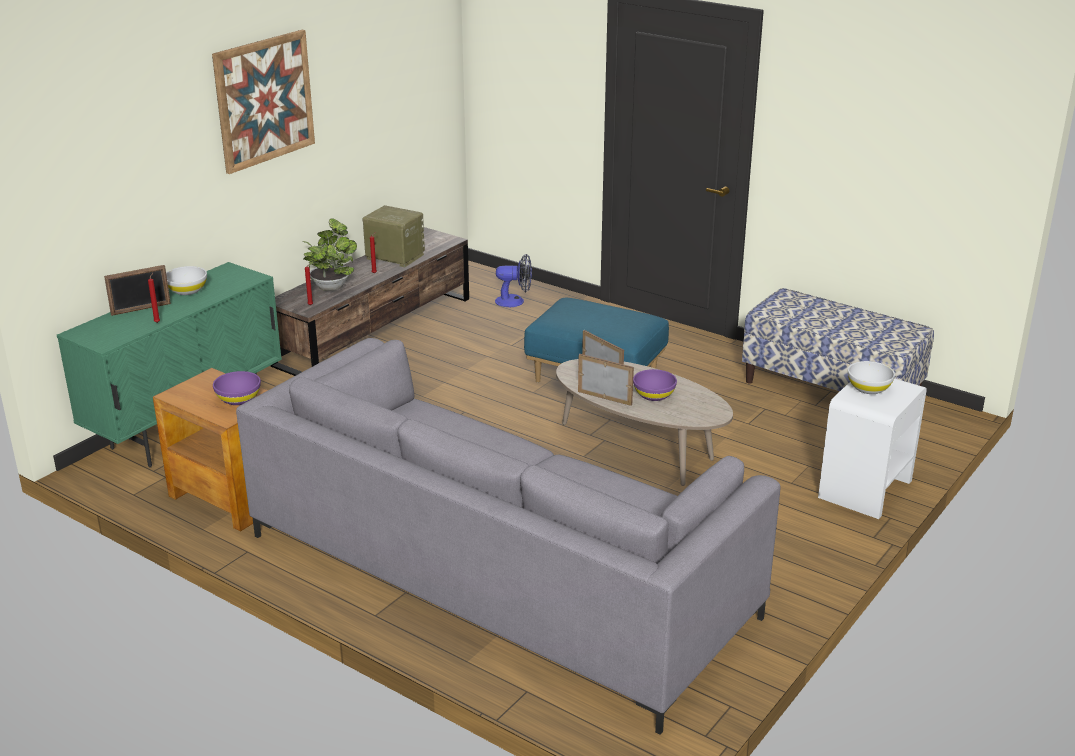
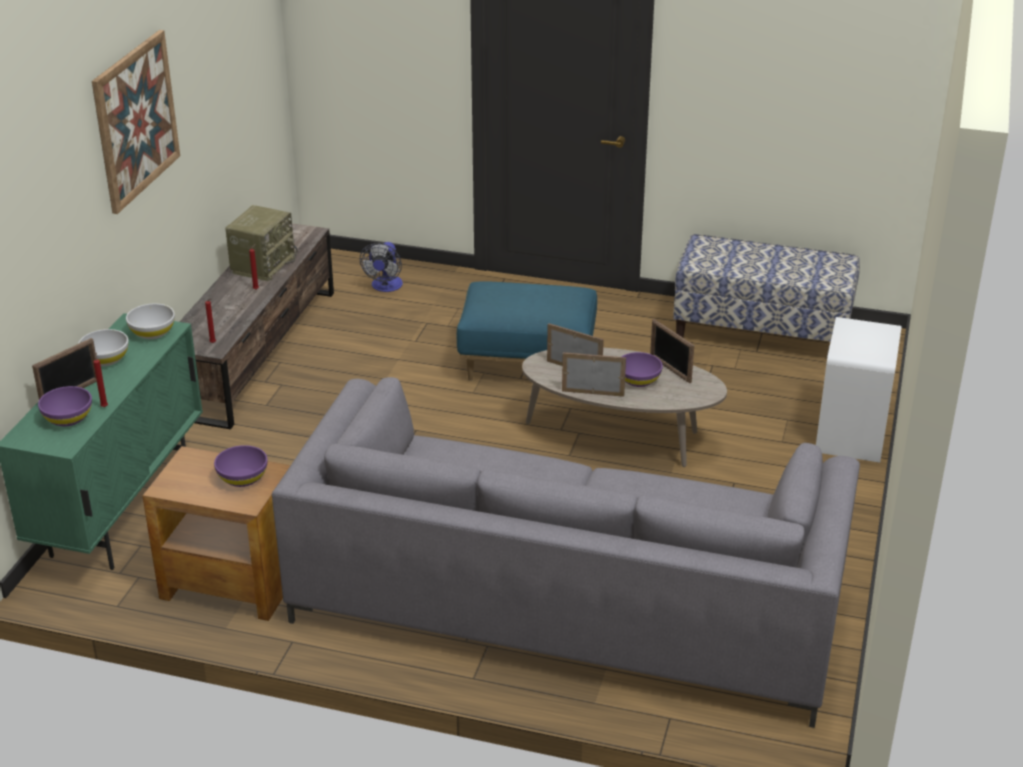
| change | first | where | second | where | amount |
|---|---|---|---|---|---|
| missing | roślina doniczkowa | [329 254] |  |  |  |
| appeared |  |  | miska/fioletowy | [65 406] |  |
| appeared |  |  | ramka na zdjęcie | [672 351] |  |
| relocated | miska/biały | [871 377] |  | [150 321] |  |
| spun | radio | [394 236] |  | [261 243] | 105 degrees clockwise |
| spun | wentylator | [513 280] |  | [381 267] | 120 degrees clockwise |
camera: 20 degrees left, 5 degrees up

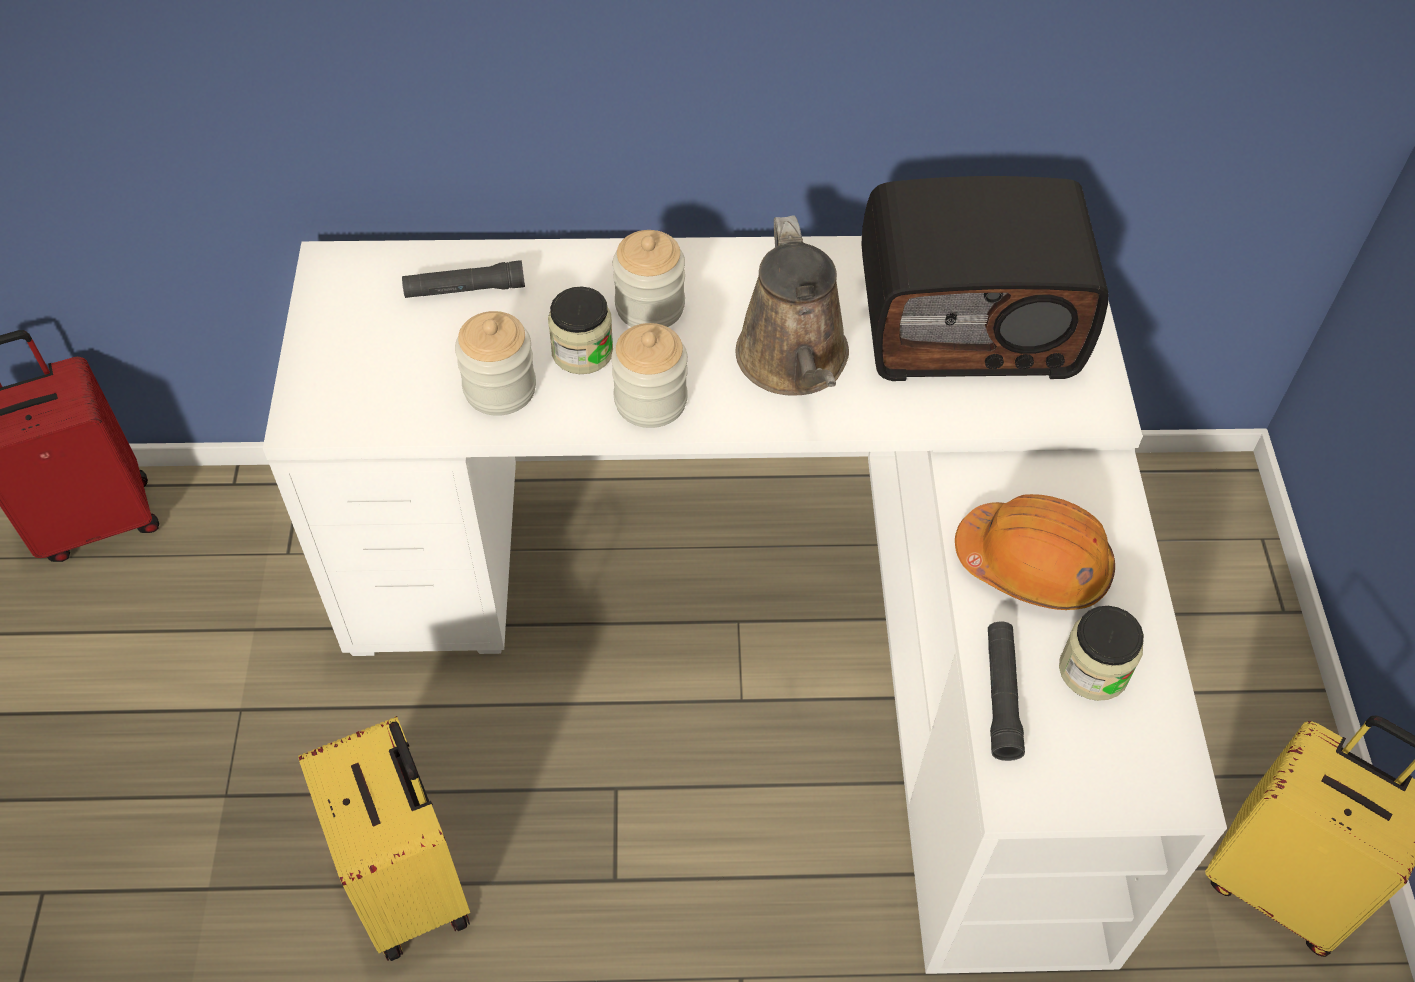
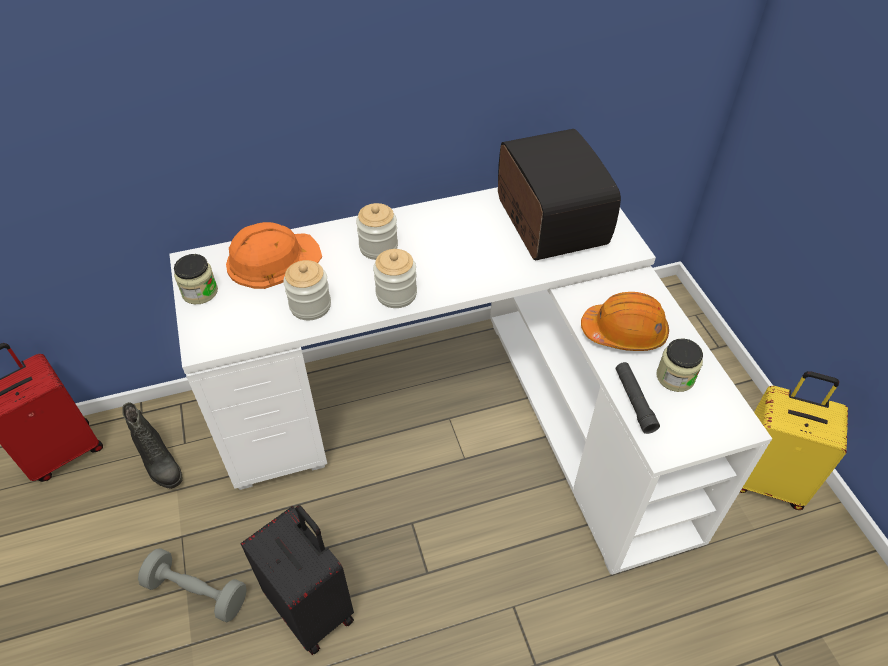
| change | first | where | second | where | amount |
|---|---|---|---|---|---|
| missing | konewka/brązowy | [792 305] |  |  |  |
| appeared |  |  | but z cholewką/czarny | [152 445] |  |
| appeared |  |  | hantel/szary | [192 585] |  |
| relocated | słoik | [580 330] |  | [196 279] |  |
| exchanged | latarka/czarny | [463 279] | kask/pomarańczowy | [274 255] |  |
| colour | walizka/żółty | [384 838] | walizka/czarny | [297 580] |  |
| spun | radio | [985 278] |  | [559 195] | 90 degrees counterclockwise |
camera: 15 degrees left, 5 degrees down

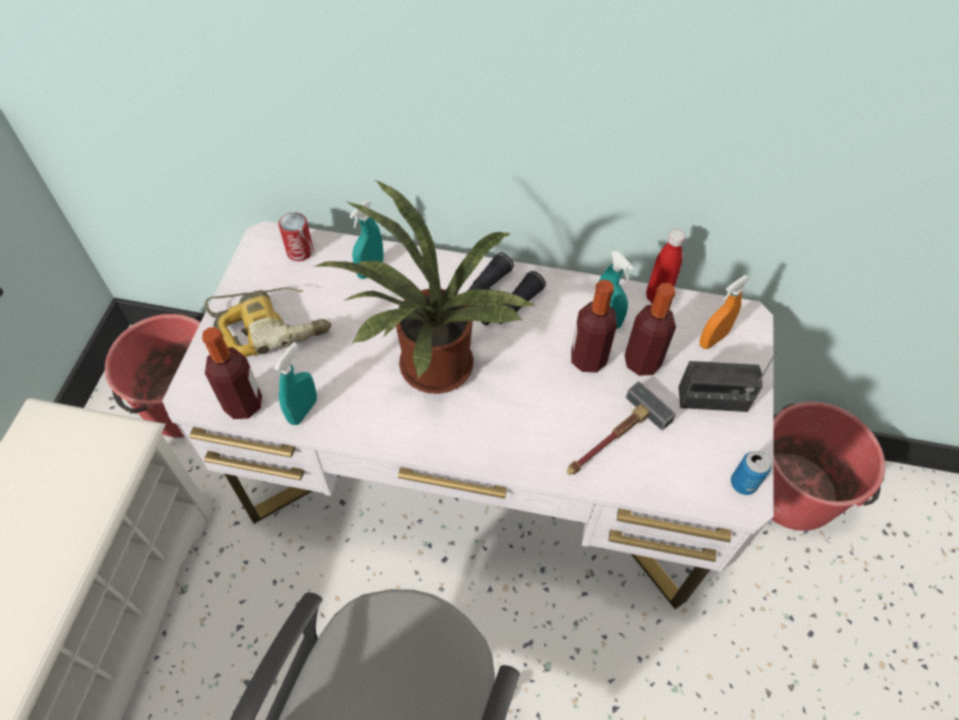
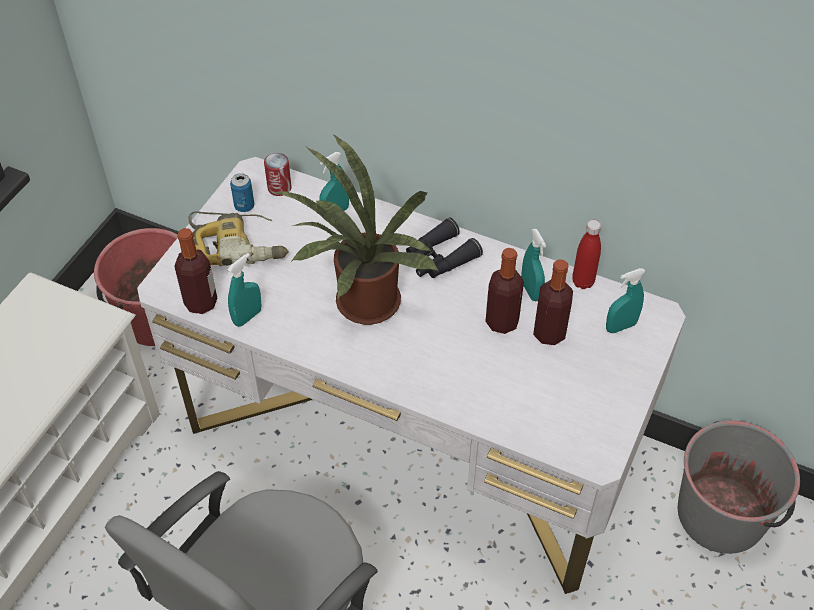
| change | first | where | second | where | amount |
|---|---|---|---|---|---|
| missing | młotek | [621 428] |  |  |  |
| missing | radio | [727 381] |  |  |  |
| relocated | puszka | [751 473] |  | [242 192] |  |
| colour | spryskiwacz/pomarańczowy | [724 312] | spryskiwacz/turkusowy | [626 300] |  |
| colour | wiadro/czerwony | [828 466] | wiadro/szary | [739 487] |  |
camera: 15 degrees right, 5 degrees down

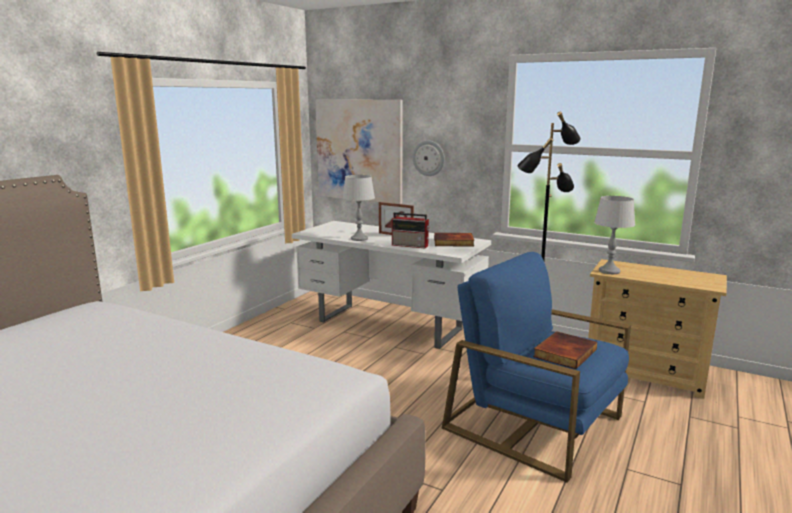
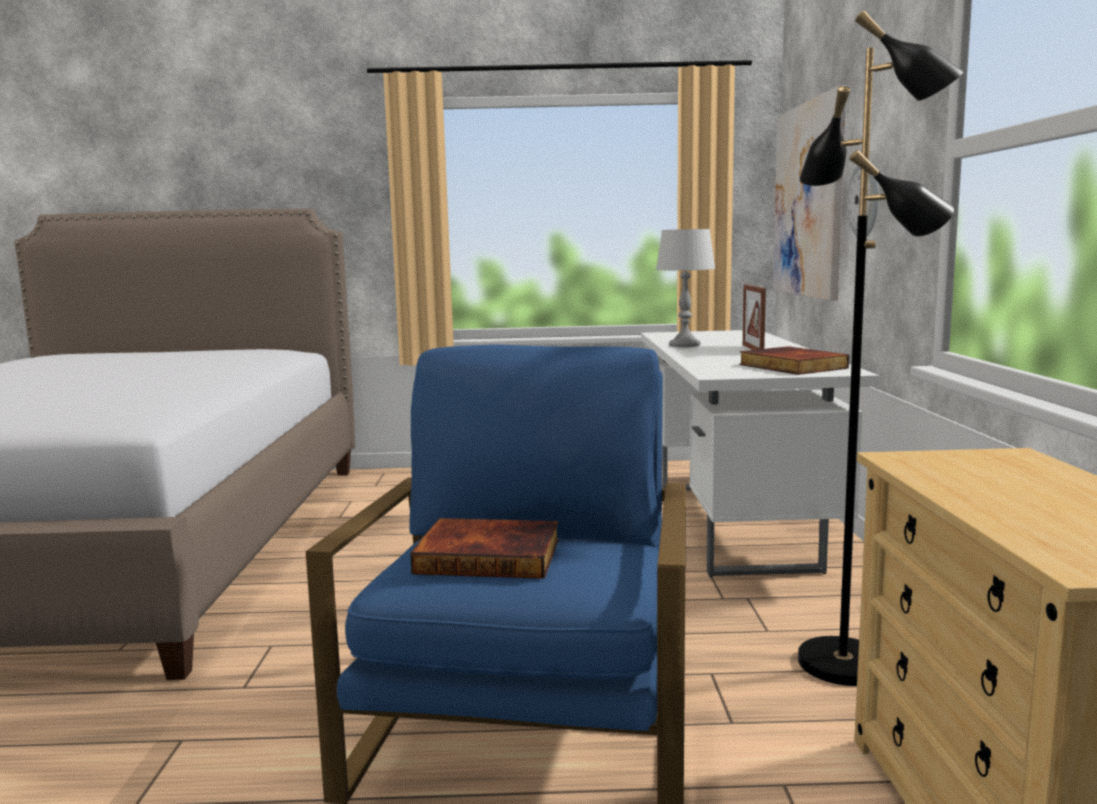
| change | first | where | second | where | amount |
|---|---|---|---|---|---|
| missing | radio | [411 230] |  |  |  |
| missing | lampa stołowa/szary | [614 235] |  |  |  |
camera: 60 degrees right, 5 degrees down

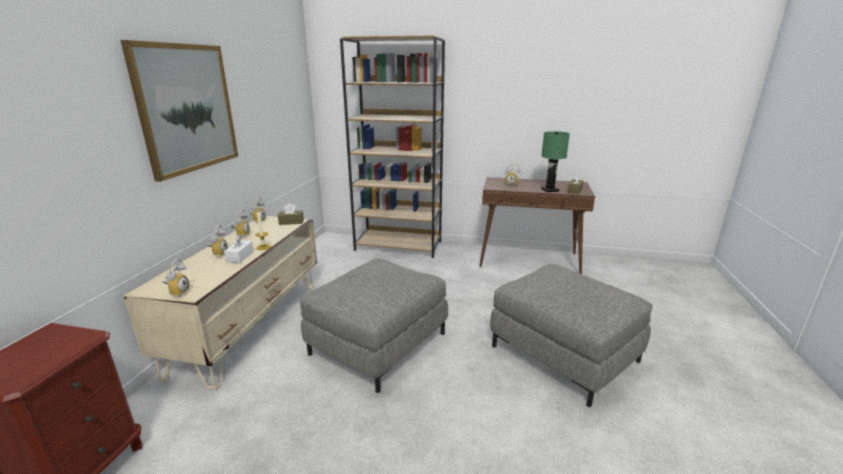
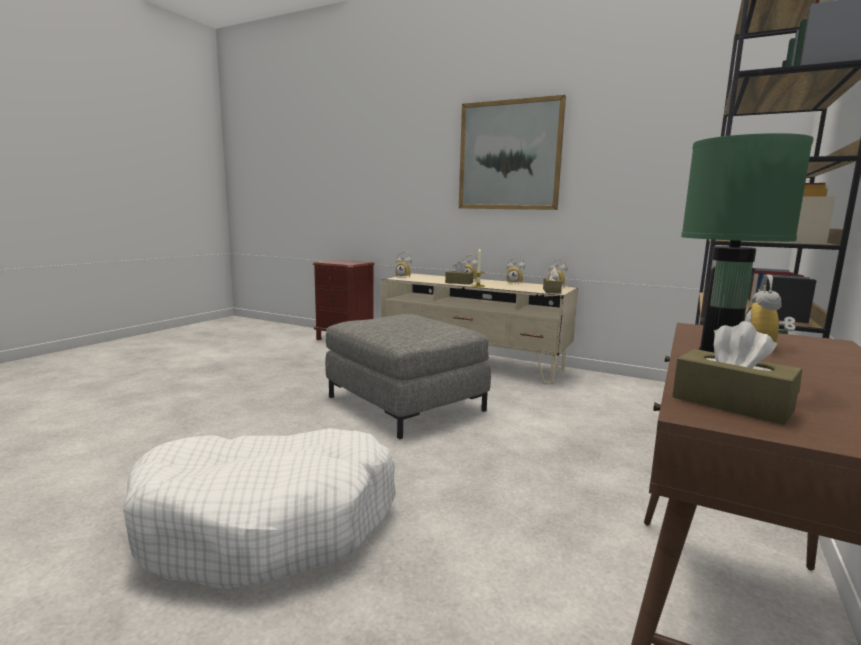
| change | first | where | second | where | amount |
|---|---|---|---|---|---|
| exchanged | pufa/szary | [571 335] | legowisko/biały | [259 509] |  |
| colour | pudełko chusteczek/biały | [239 249] | pudełko chusteczek/brązowy | [459 273] |  |
camera: 105 degrees right, 10 degrees down

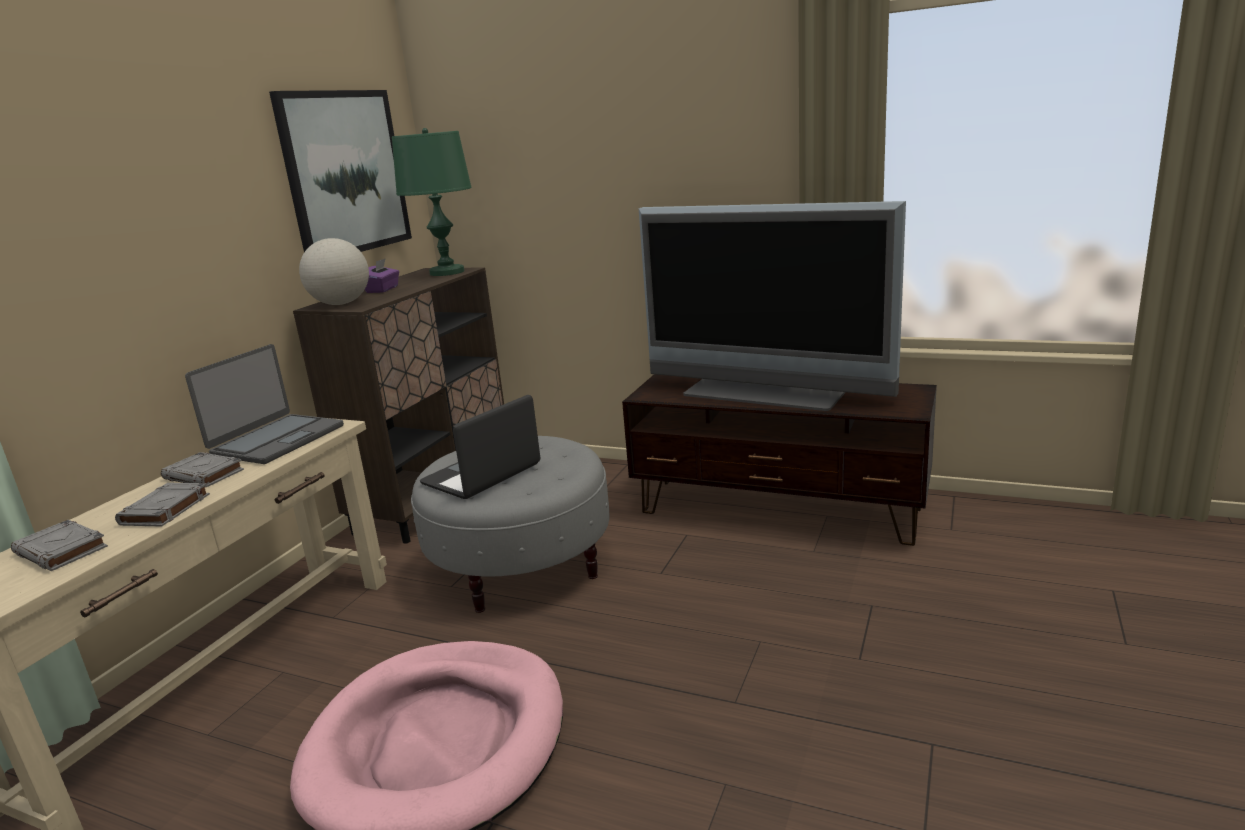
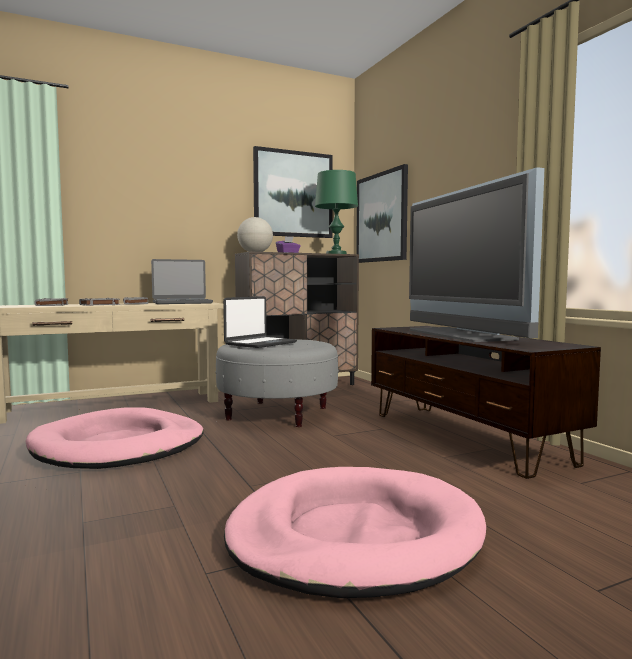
| change | first | where | second | where | amount |
|---|---|---|---|---|---|
| appeared |  |  | legowisko/różowy | [355 532] |  |
| appeared |  |  | obraz | [382 213] |  |
| spun | laptop | [480 447] |  | [260 322] | 135 degrees clockwise |
camera: 40 degrees right, 15 degrees down

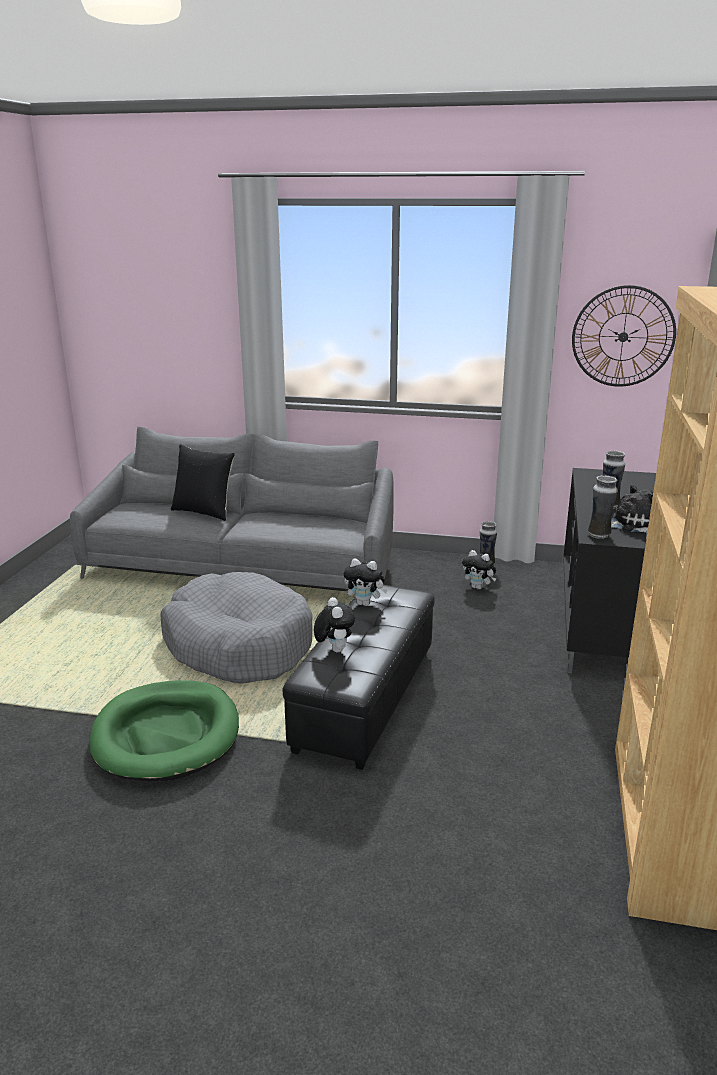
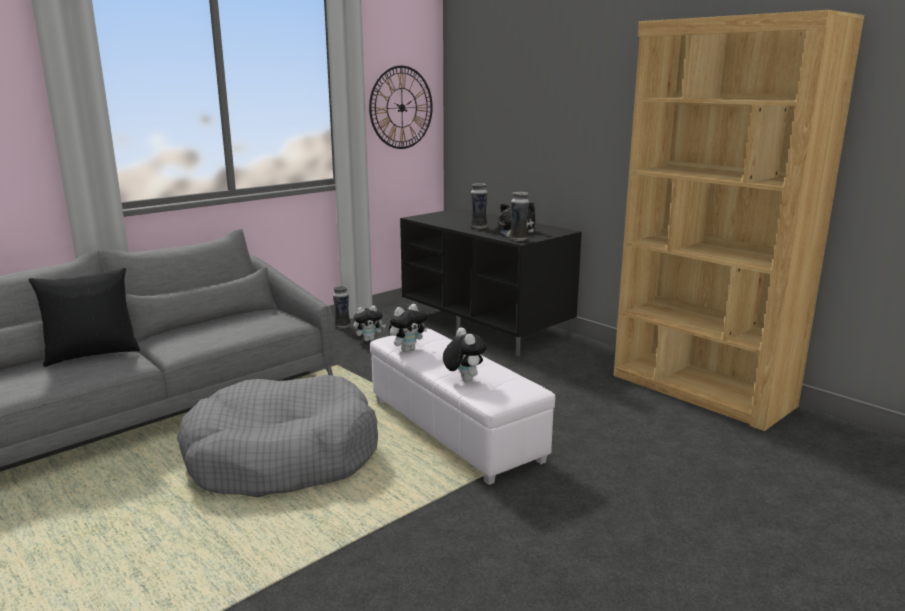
| change | first | where | second | where | amount |
|---|---|---|---|---|---|
| missing | legowisko/zielony | [164 730] |  |  |  |
| colour | pufa/czarny | [359 677] | pufa/biały | [462 406] |  |
| spun | pluszak | [334 624] |  | [464 355] | 45 degrees clockwise |
camera: 55 degrees left, 5 degrees down

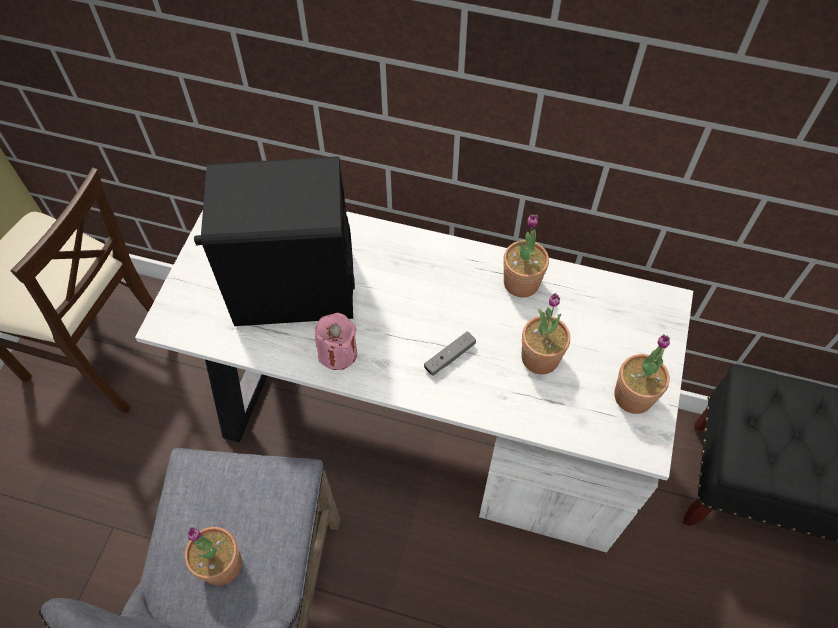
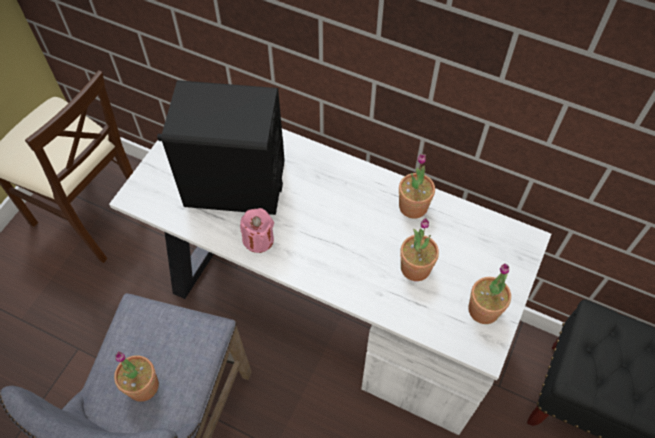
| change | first | where | second | where | amount |
|---|---|---|---|---|---|
| missing | pad do gier/szary | [450 353] |  |  |  |
camera: 10 degrees right, 0 degrees up

